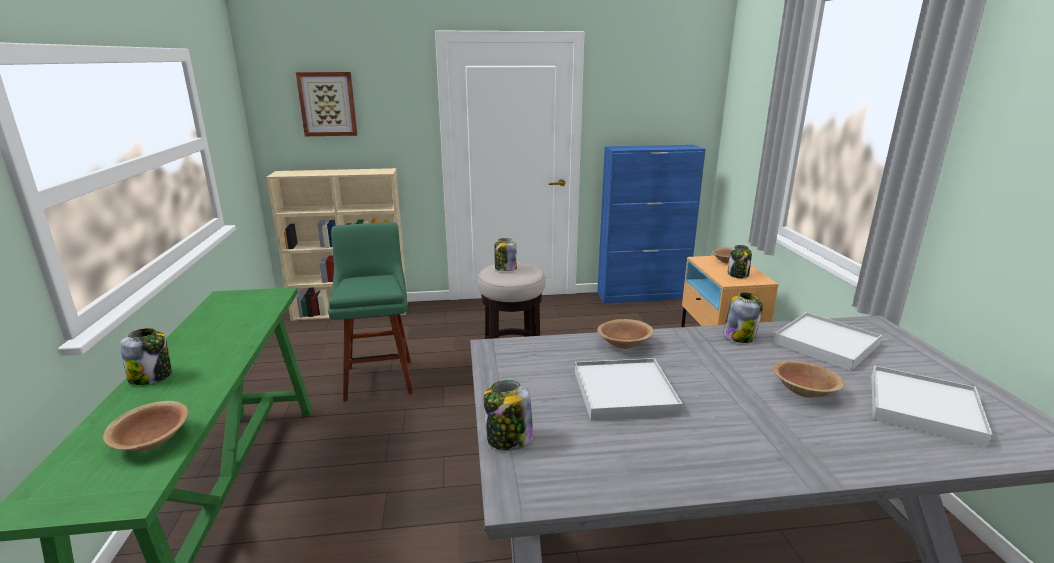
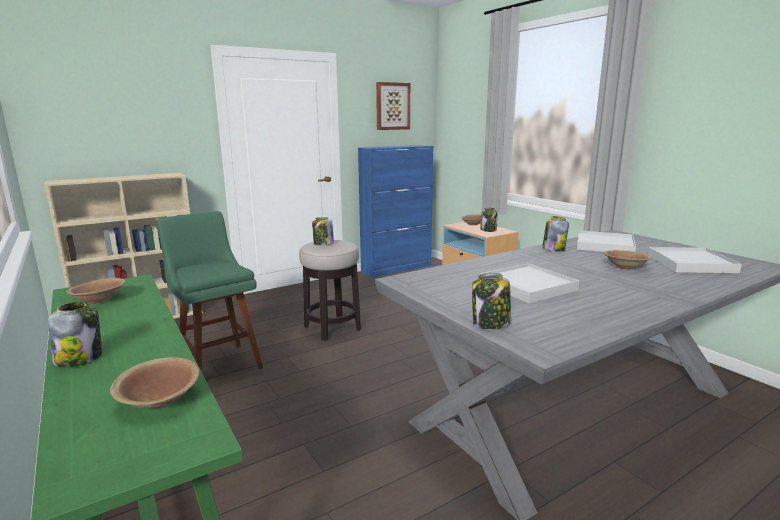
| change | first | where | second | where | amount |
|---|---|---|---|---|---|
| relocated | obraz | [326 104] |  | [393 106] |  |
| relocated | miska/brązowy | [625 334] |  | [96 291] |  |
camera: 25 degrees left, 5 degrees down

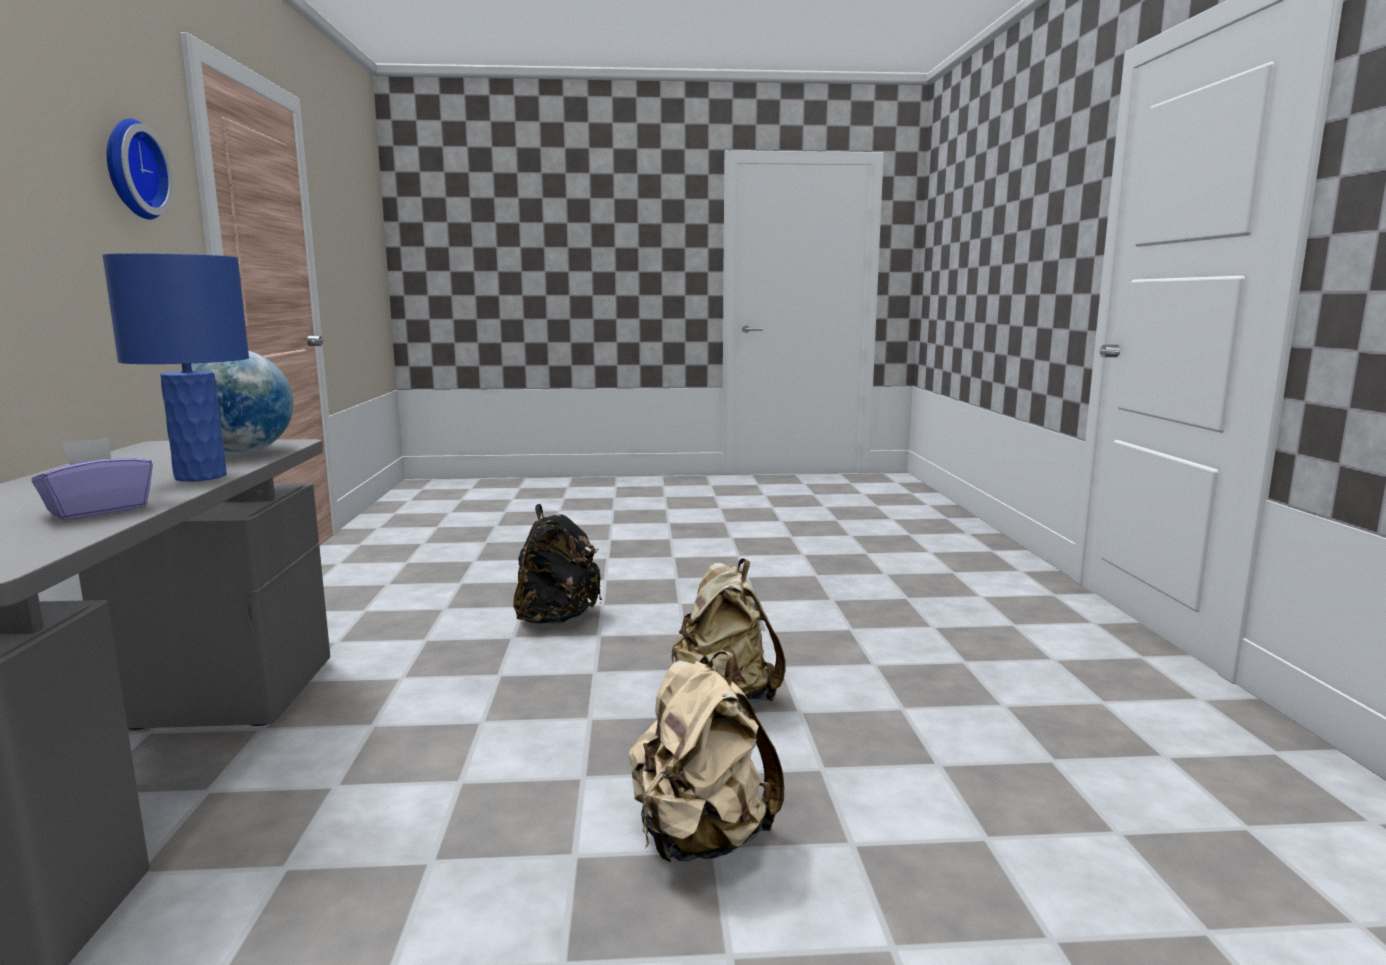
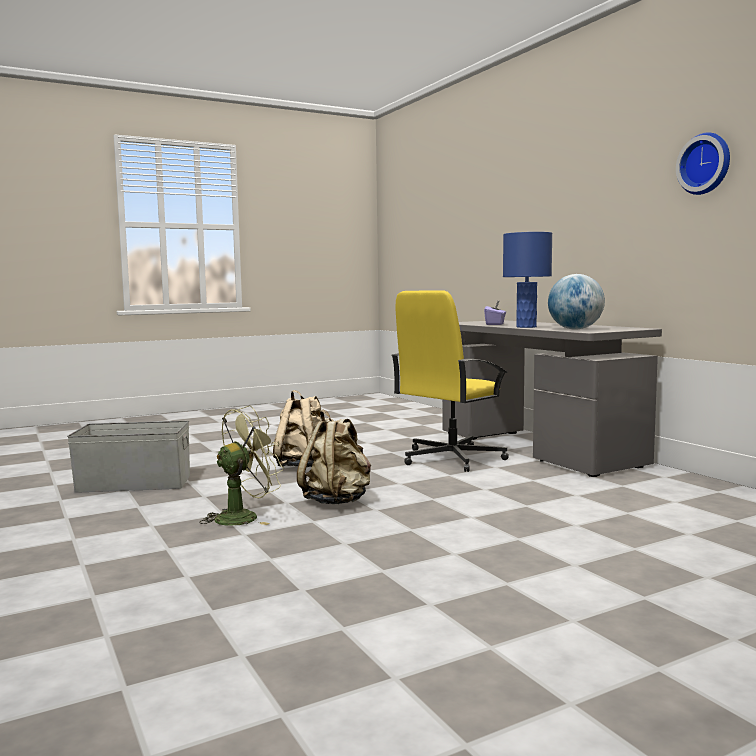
| change | first | where | second | where | amount |
|---|---|---|---|---|---|
| missing | plecak/czarny | [557 564] |  |  |  |
| appeared |  |  | pojemnik do przechowywania/szary | [128 457] |  |
| appeared |  |  | wentylator/zielony | [242 465] |  |
| appeared |  |  | krzesło biurowe/żółty | [450 381] |  |
camera: 155 degrees right, 5 degrees down

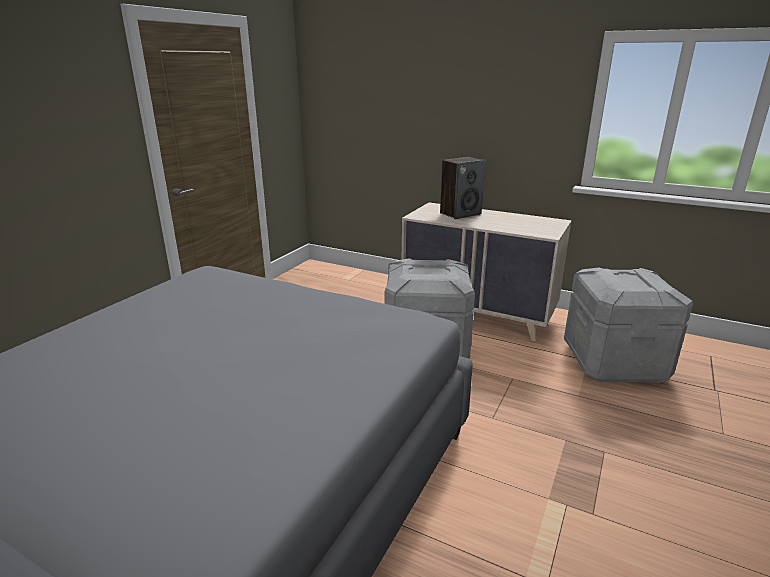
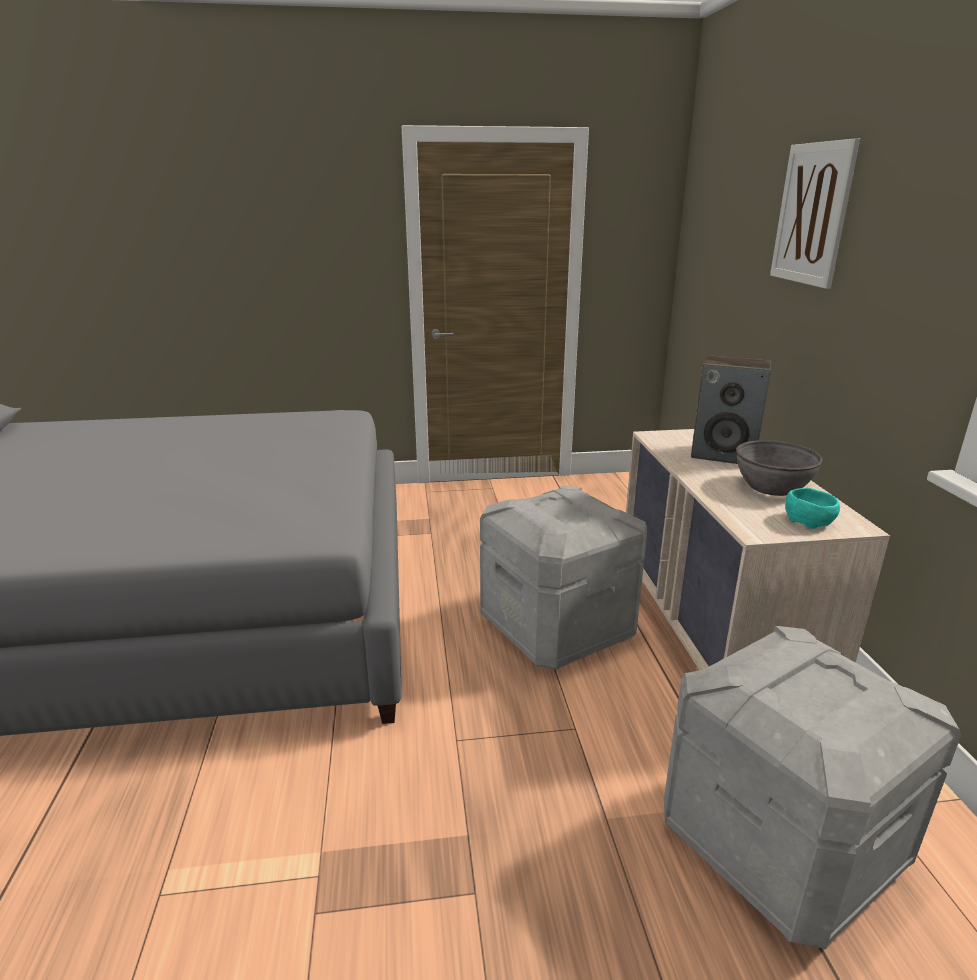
| change | first | where | second | where | amount |
|---|---|---|---|---|---|
| appeared |  |  | miska/szary | [779 468] |  |
| appeared |  |  | obraz | [815 213] |  |
| appeared |  |  | miska/turkusowy | [812 508] |  |
camera: 55 degrees right, 0 degrees up

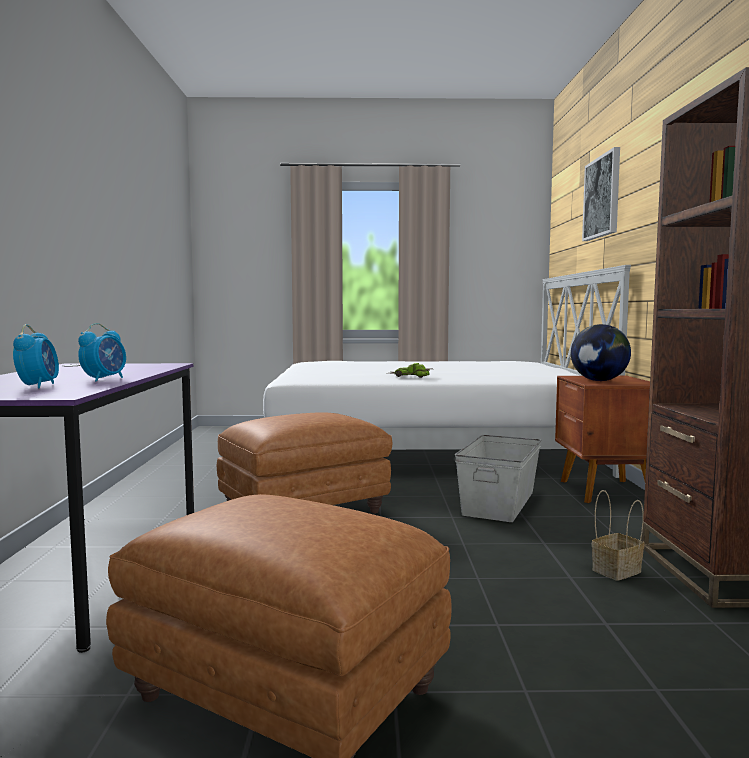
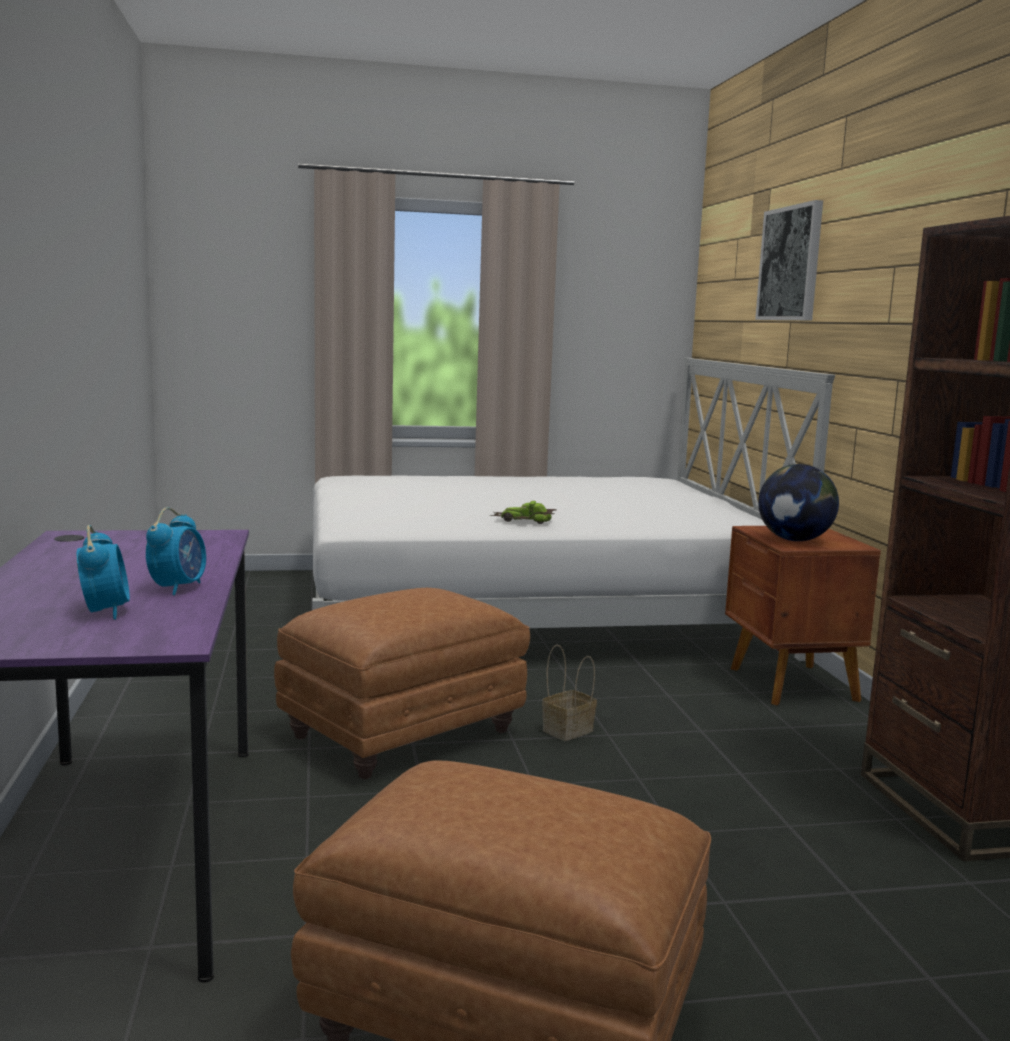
| change | first | where | second | where | amount |
|---|---|---|---|---|---|
| missing | pojemnik do przechowywania/szary | [498 478] |  |  |  |
| relocated | koszyk | [618 535] |  | [569 693] |  |
camera: 10 degrees left, 5 degrees up

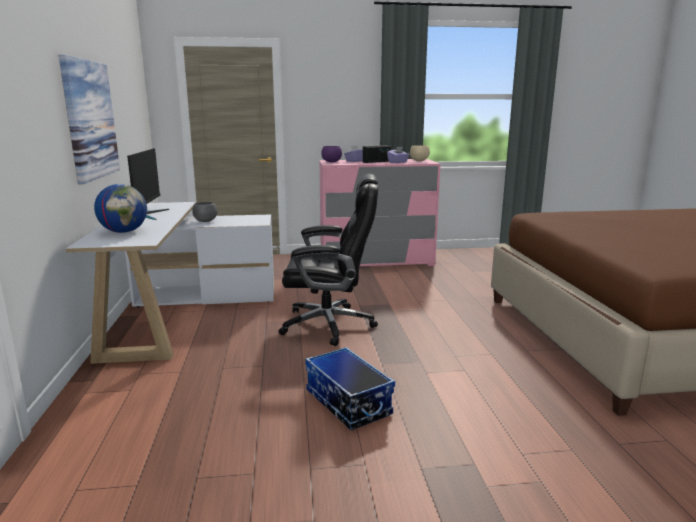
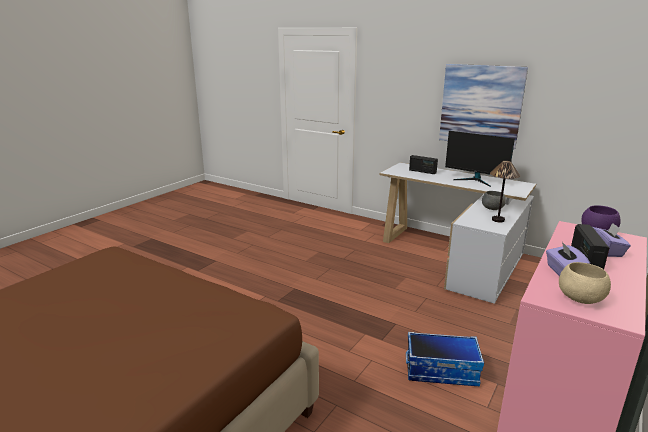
| change | first | where | second | where | amount |
|---|---|---|---|---|---|
| missing | krzesło biurowe/czarny | [328 260] |  |  |  |
| appeared |  |  | lampa stołowa | [505 192] |  |
| relocated | pojemnik do przechowywania | [350 388] |  | [445 359] |  |
| exchanged | globus | [120 208] | radio | [423 164] |  |
camera: 130 degrees right, 5 degrees up

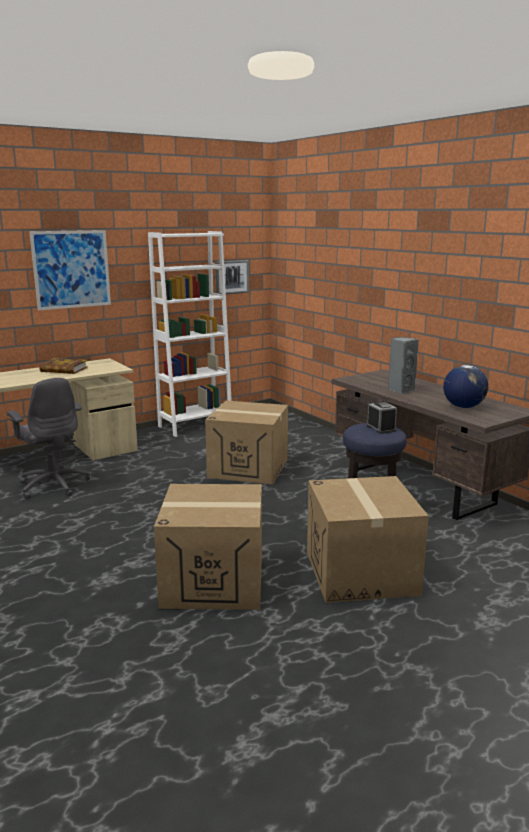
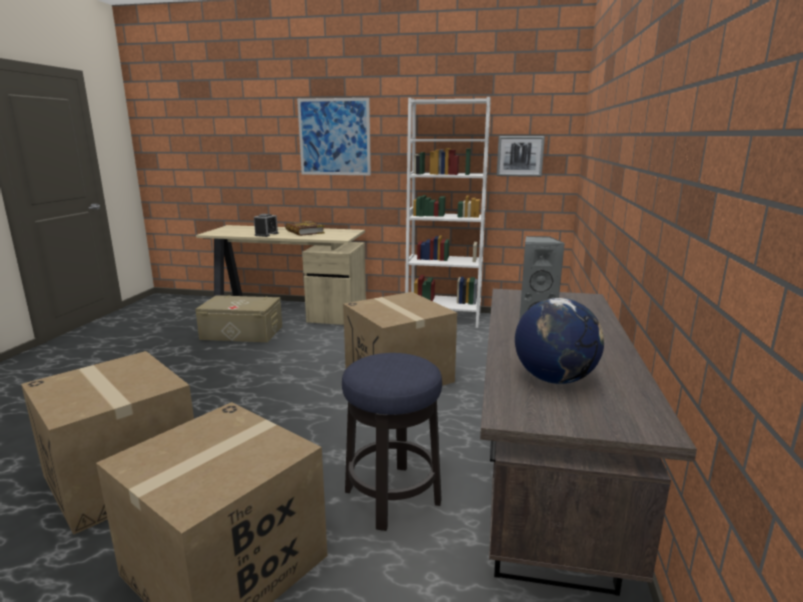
| change | first | where | second | where | amount |
|---|---|---|---|---|---|
| relocated | budzik | [382 418] |  | [266 225] |  |
| exchanged | krzesło biurowe/szary | [48 438] | pojemnik do przechowywania/beżowy | [238 318] |  |
camera: 45 degrees right, 0 degrees up

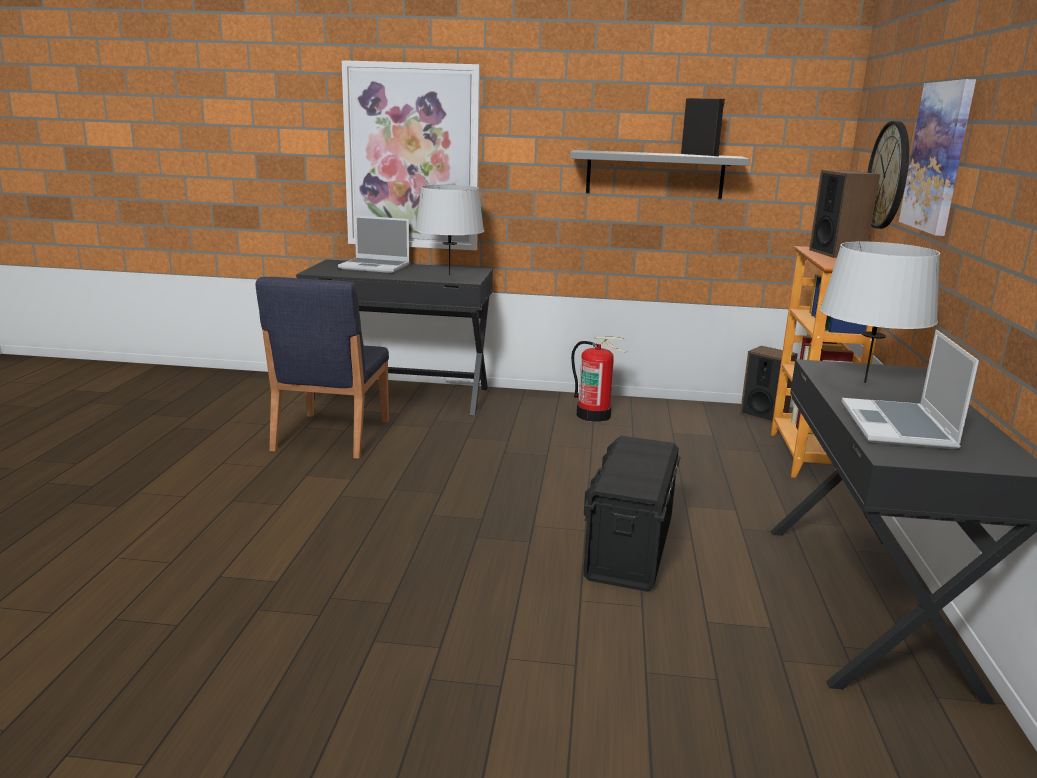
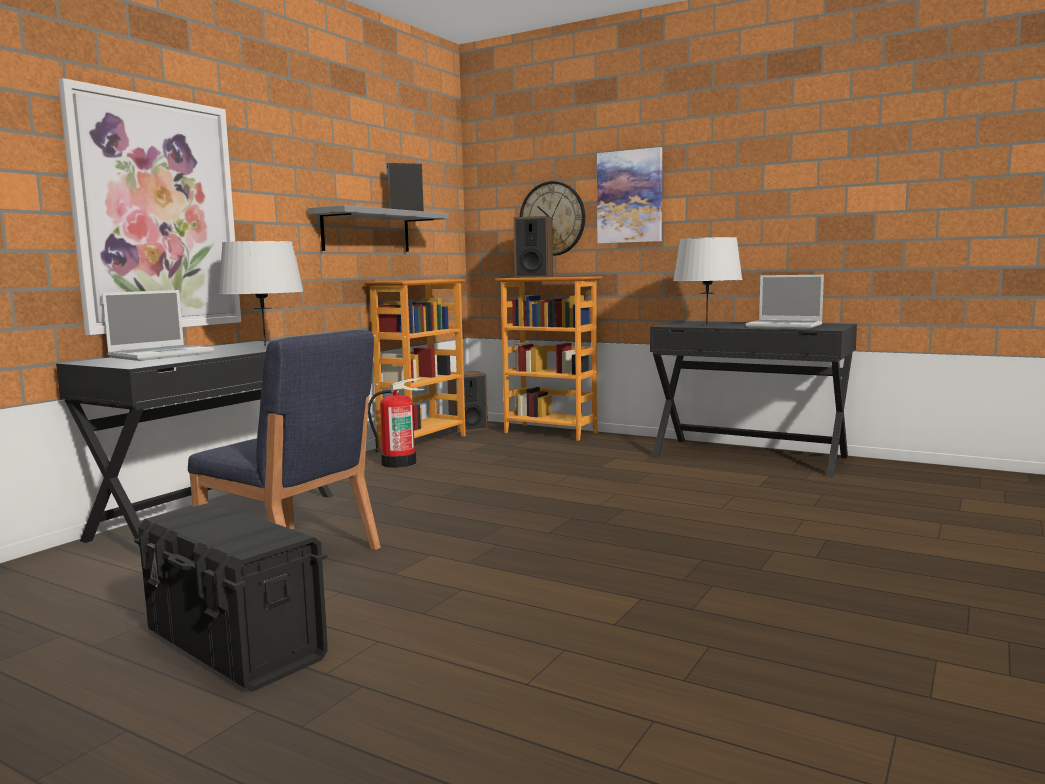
| change | first | where | second | where | amount |
|---|---|---|---|---|---|
| appeared |  |  | regał | [415 364] |  |
| relocated | pojemnik do przechowywania/czarny | [632 514] |  | [231 597] |  |
camera: 65 degrees left, 10 degrees down

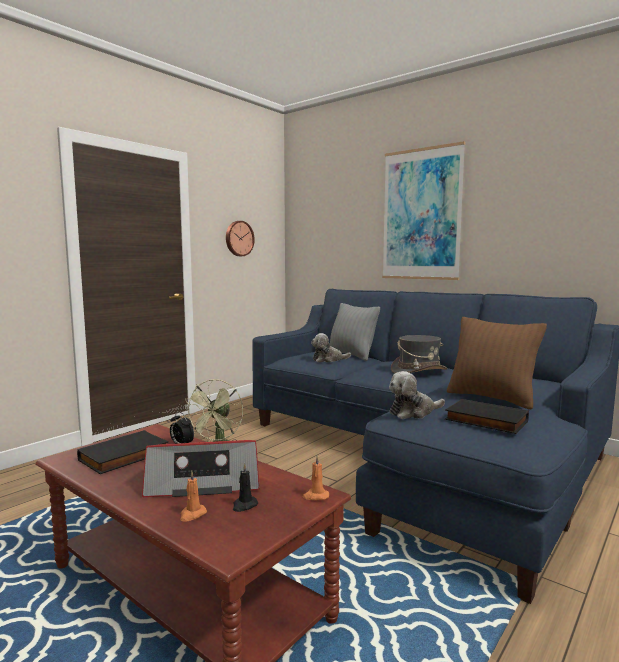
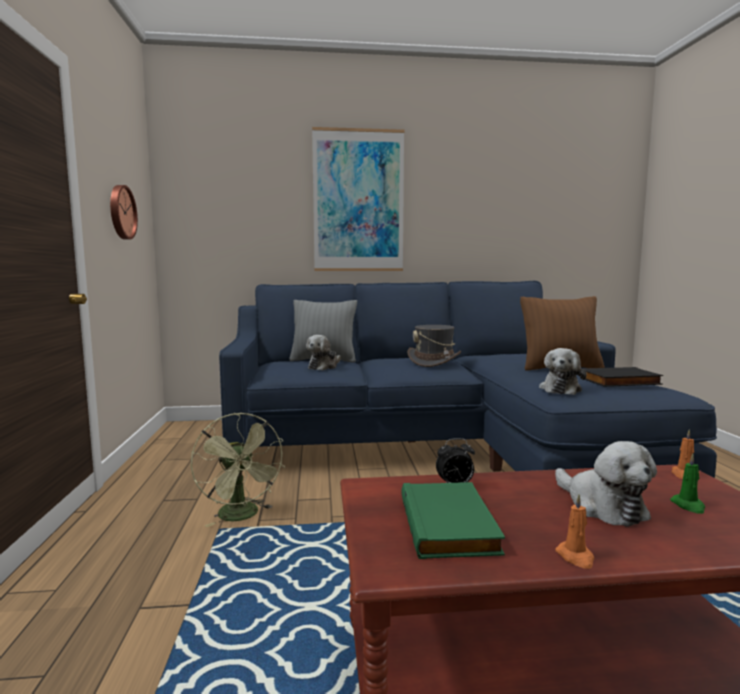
| change | first | where | second | where | amount |
|---|---|---|---|---|---|
| relocated | świeca/pomarańczowy | [193 496] |  | [575 531] |  |
| exchanged | radio | [201 468] | pluszak | [606 484] |  |
| colour | książka/czarny | [123 452] | książka/zielony | [453 520] |  |
| colour | świeca/czarny | [245 487] | świeca/zielony | [687 484] |  |
camera: 45 degrees left, 0 degrees up

